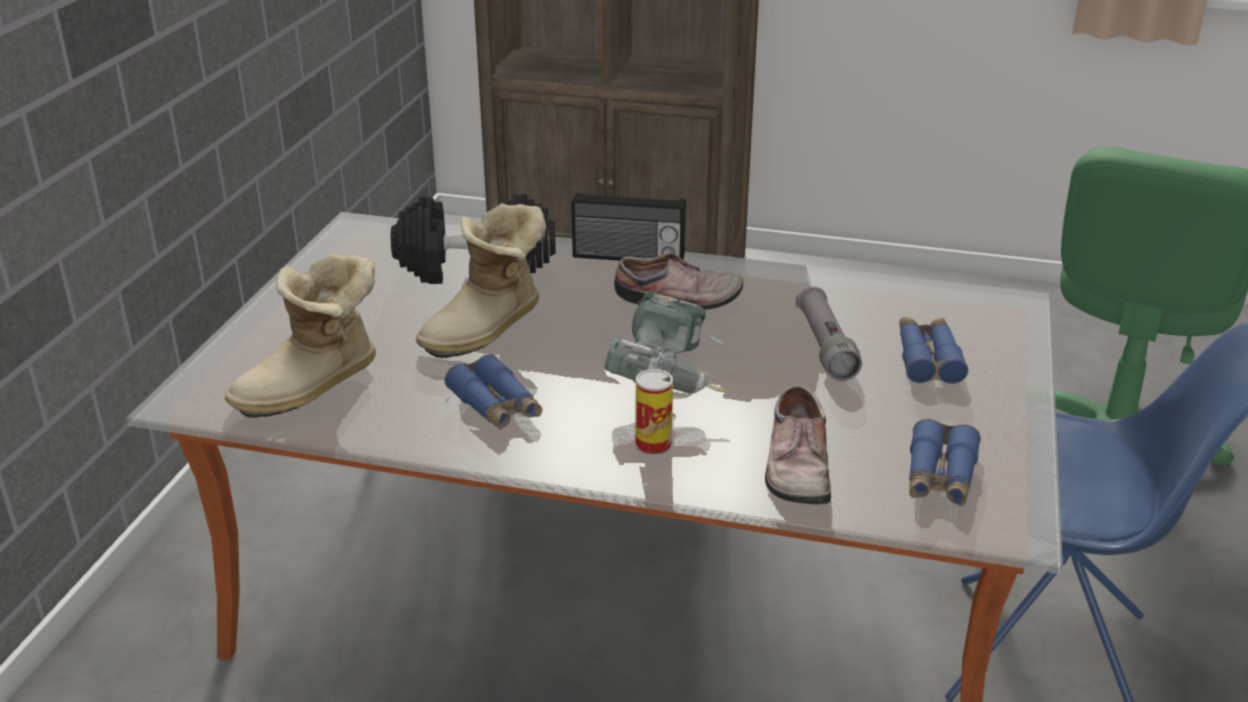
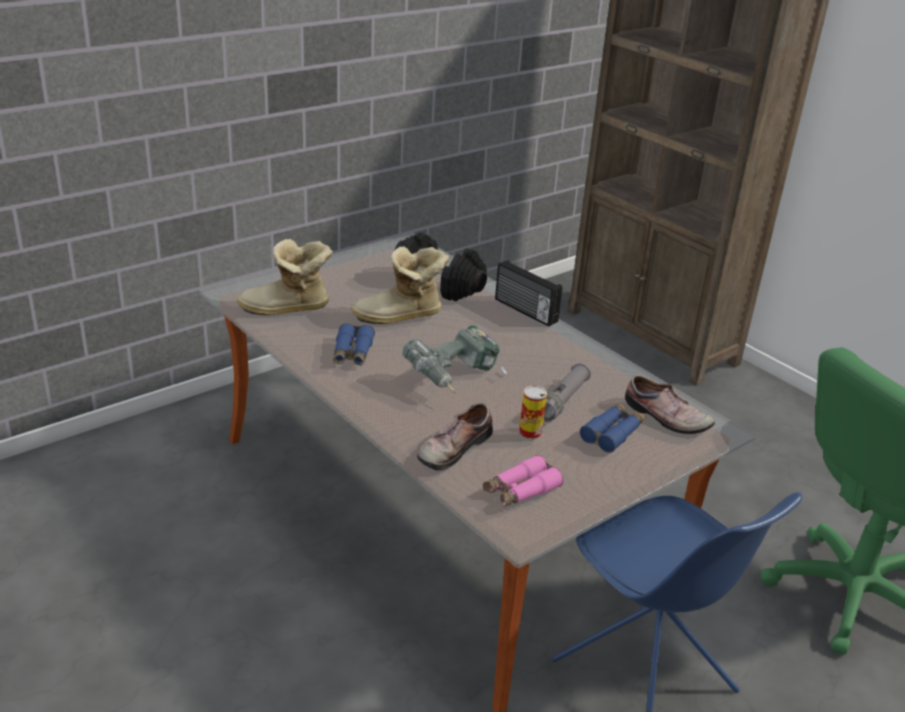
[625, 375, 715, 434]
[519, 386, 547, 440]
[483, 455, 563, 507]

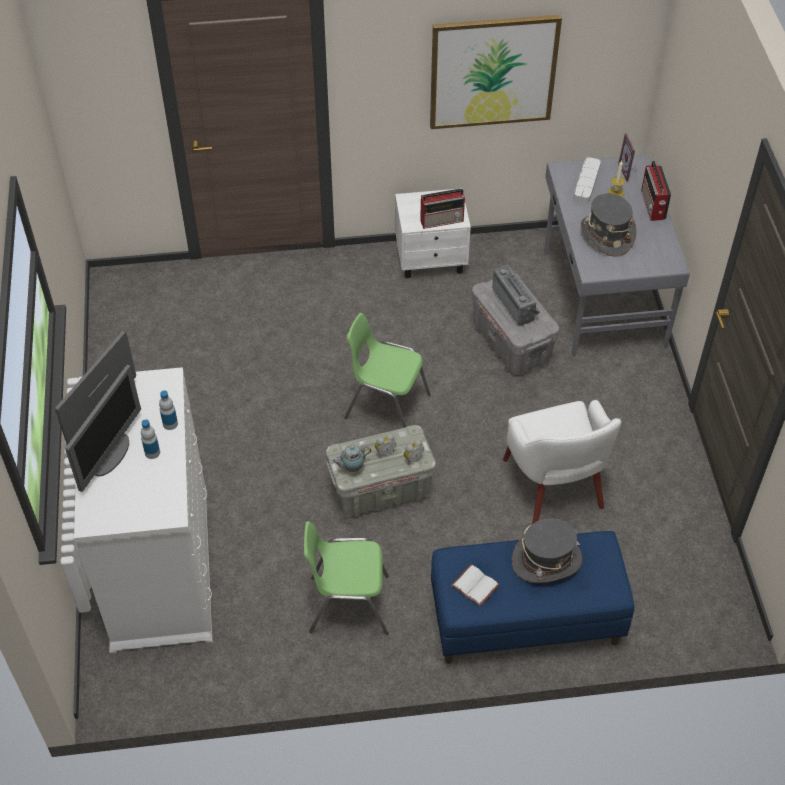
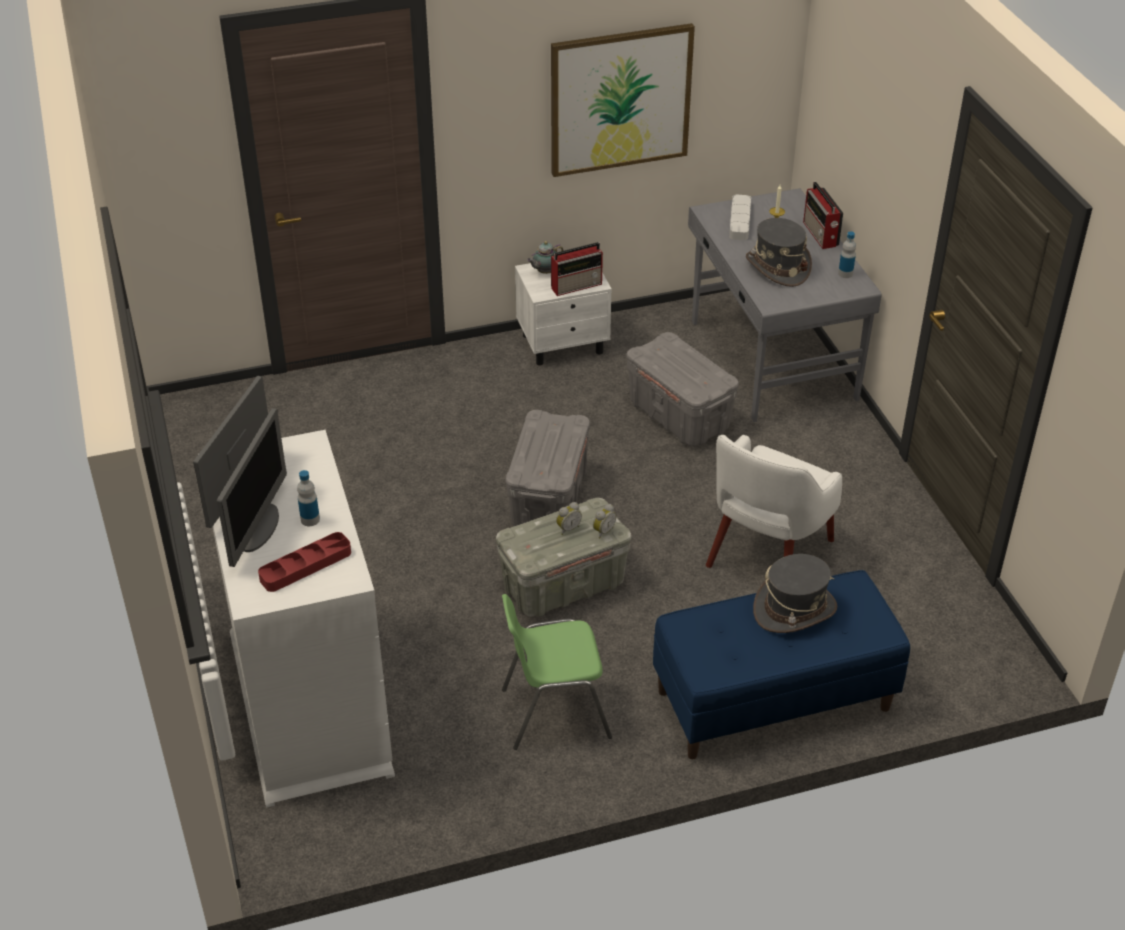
[618, 133, 636, 181] (first image)
[492, 265, 540, 326] (first image)
[505, 410, 590, 526]
[838, 231, 856, 278]
[706, 435, 842, 568]
[527, 241, 563, 274]
[451, 565, 500, 606] (first image)
[258, 532, 351, 592]

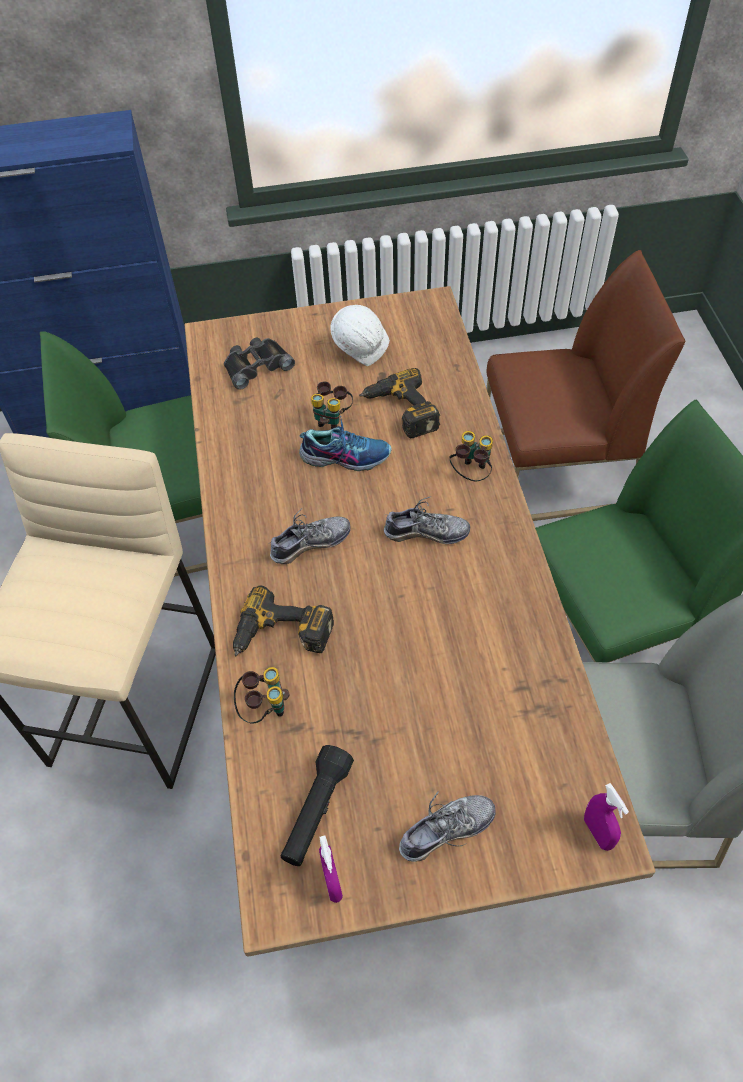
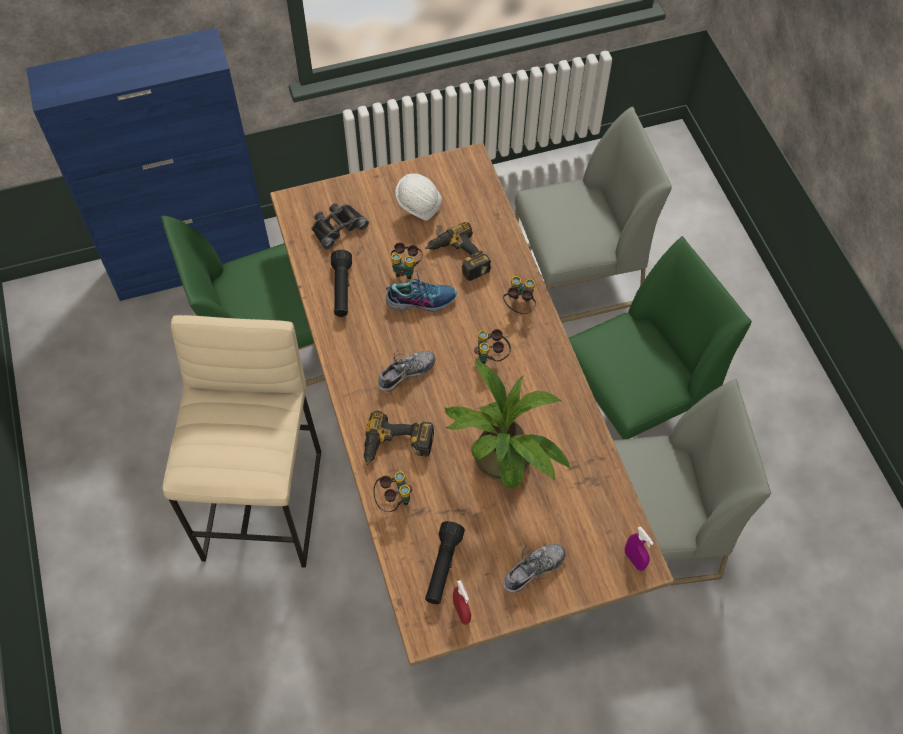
[515, 107, 672, 323]
[474, 329, 511, 364]
[453, 580, 471, 625]
[331, 250, 352, 317]
[445, 358, 570, 489]

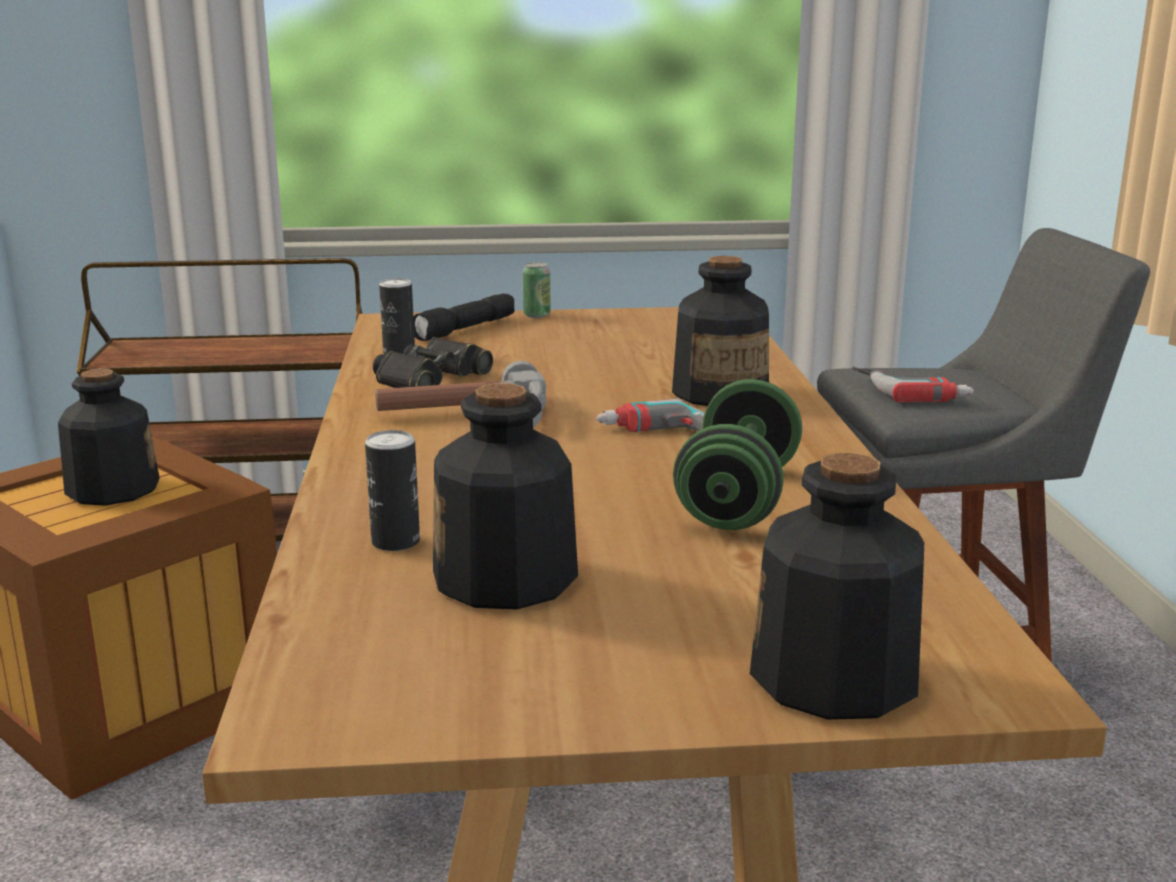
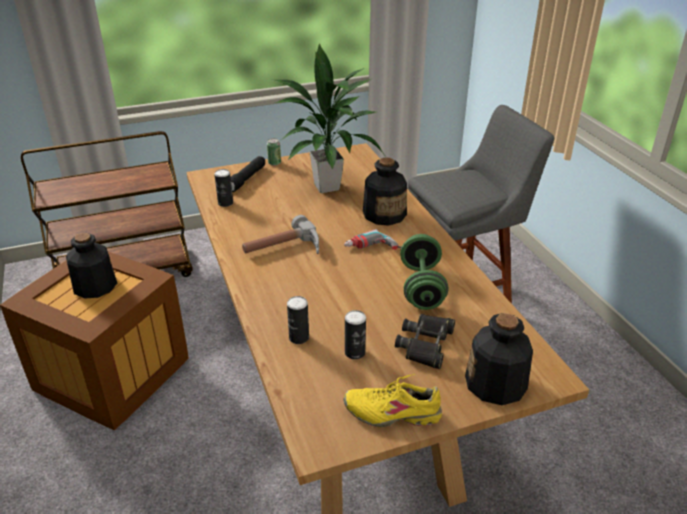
[395, 314, 455, 369]
[852, 366, 974, 403] (first image)
[345, 310, 366, 359]
[270, 43, 384, 193]
[343, 374, 442, 427]

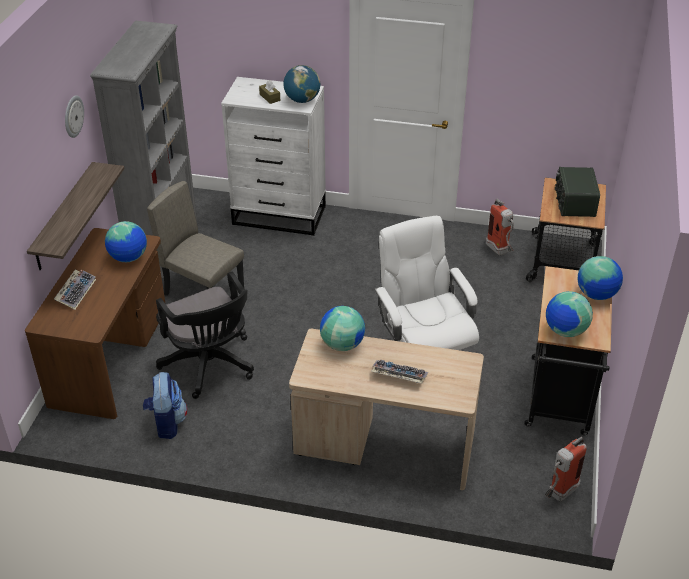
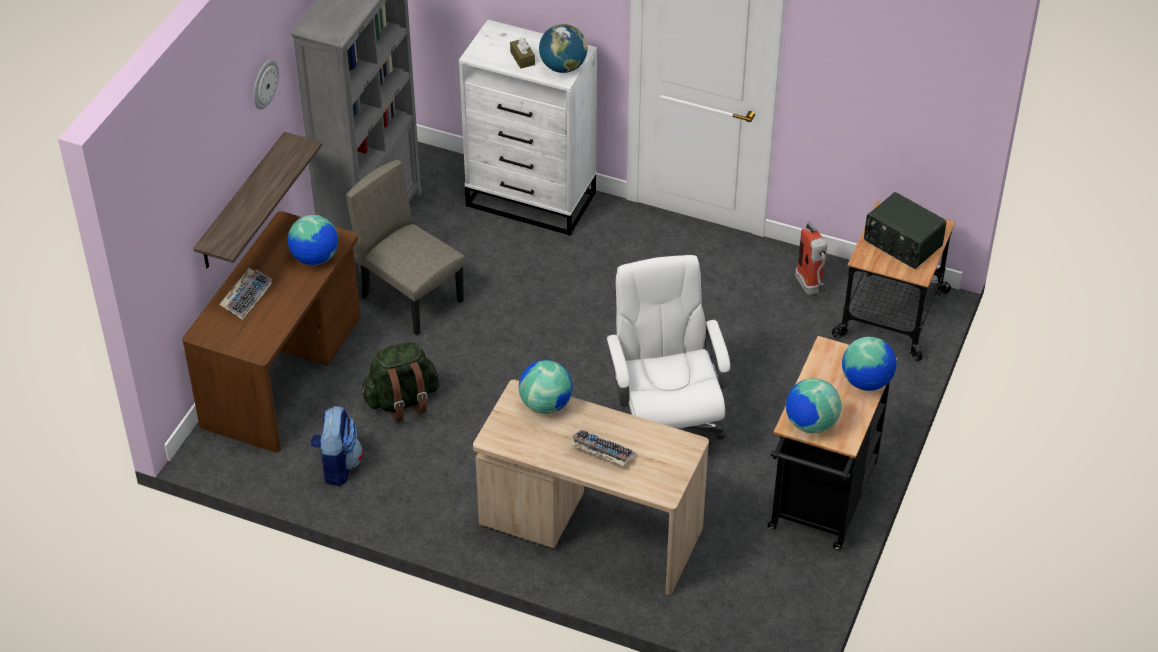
[864, 192, 946, 269]
[361, 342, 440, 422]
[545, 437, 587, 501] (first image)

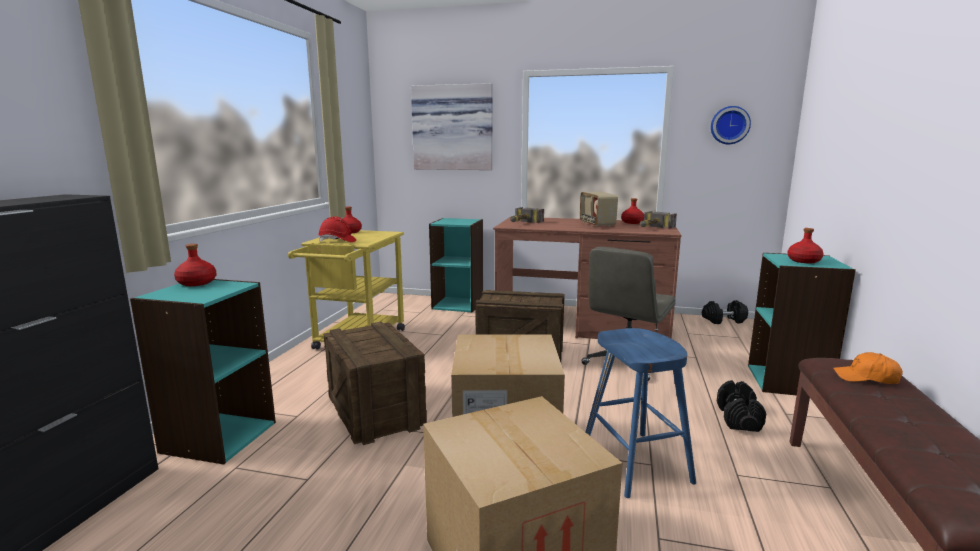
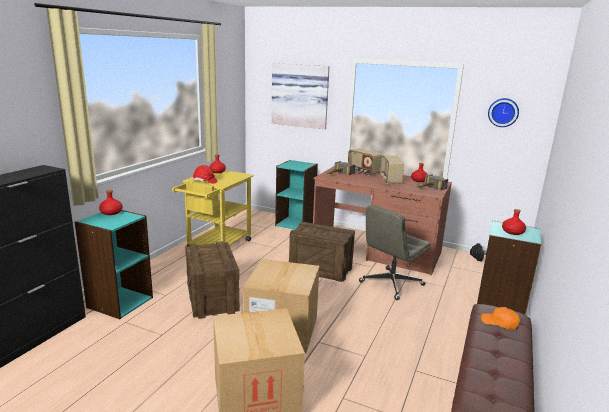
[586, 328, 696, 498] (first image)
[717, 380, 766, 432] (first image)
[348, 148, 382, 176]

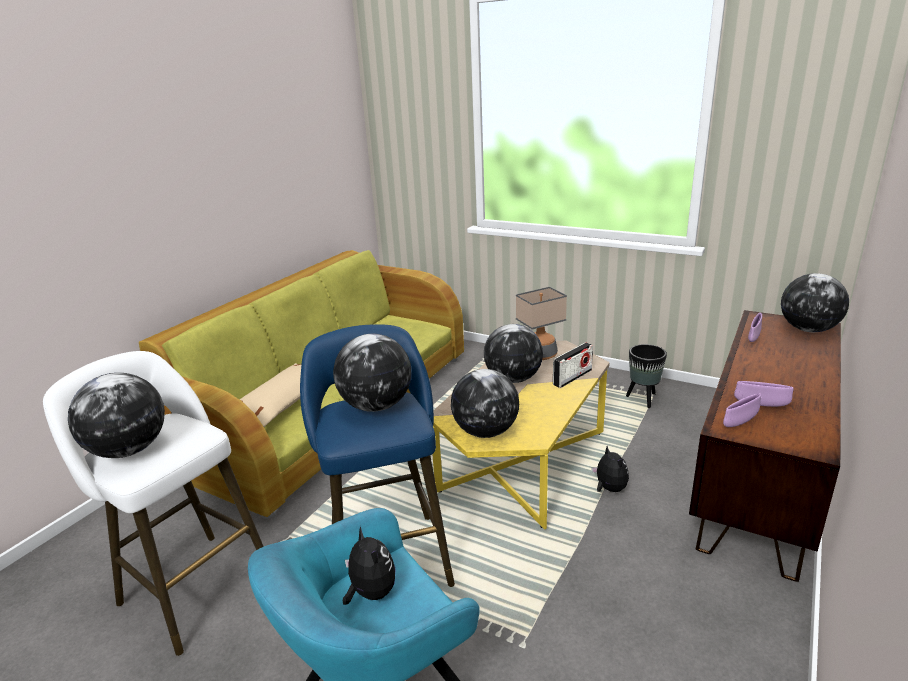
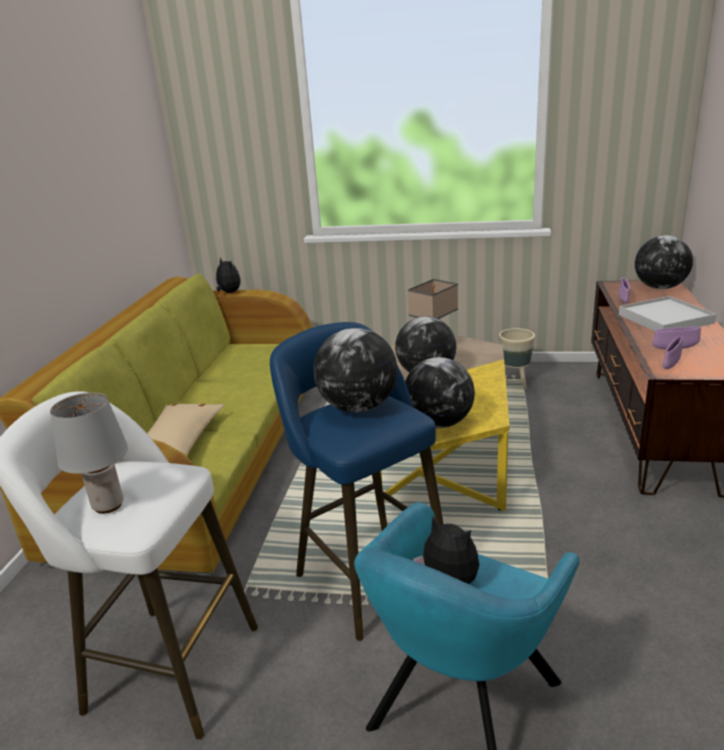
[553, 343, 593, 388] (first image)
[499, 328, 535, 389]
[50, 393, 128, 514]
[213, 258, 241, 293]
[619, 296, 717, 331]

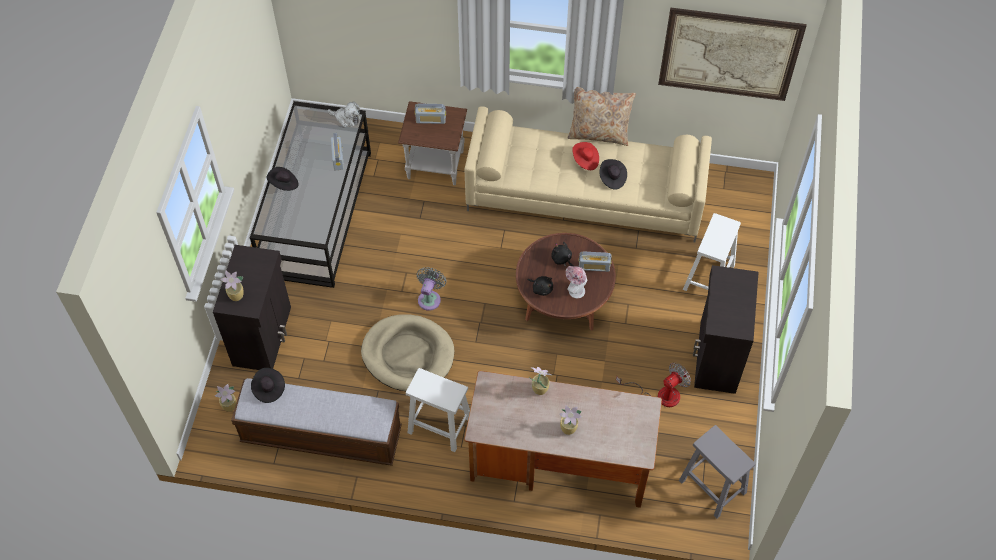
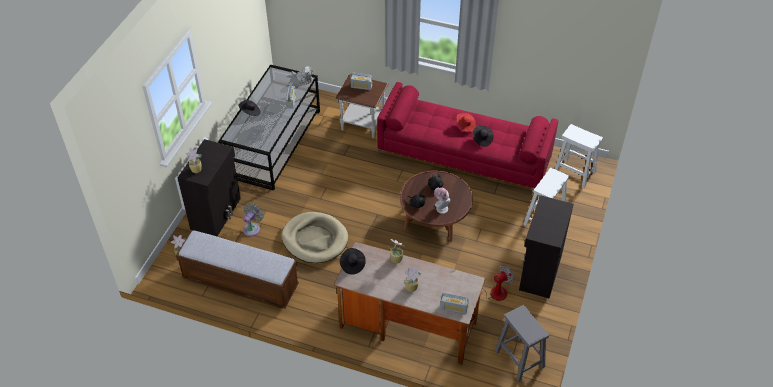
[658, 7, 807, 101] (first image)
[568, 87, 636, 146] (first image)
[377, 82, 558, 196]
[440, 293, 469, 314]
[243, 203, 264, 236]
[340, 248, 366, 275]
[555, 124, 603, 188]

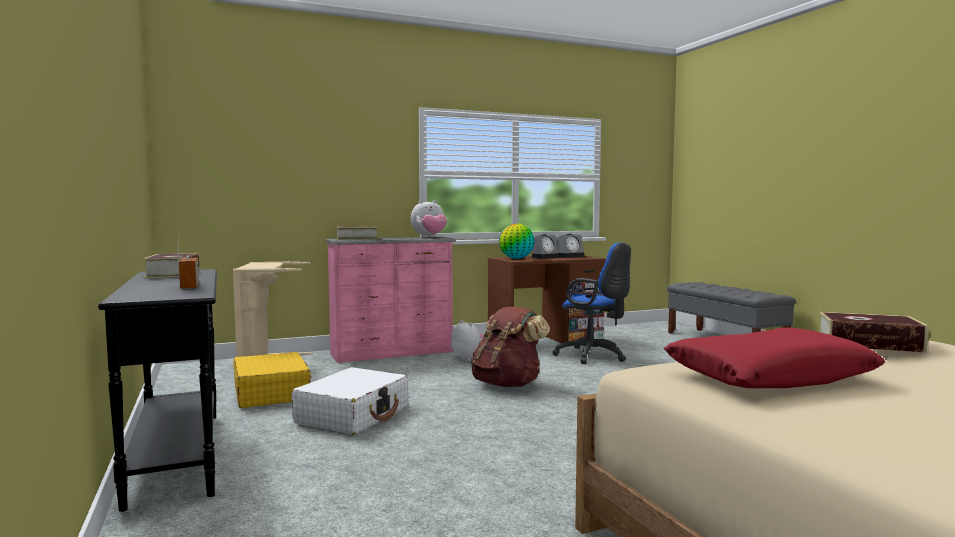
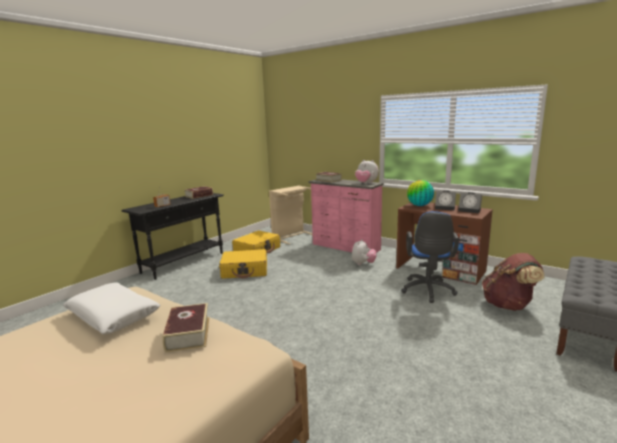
[482, 253, 544, 311]
[63, 282, 160, 335]
[219, 249, 267, 279]

